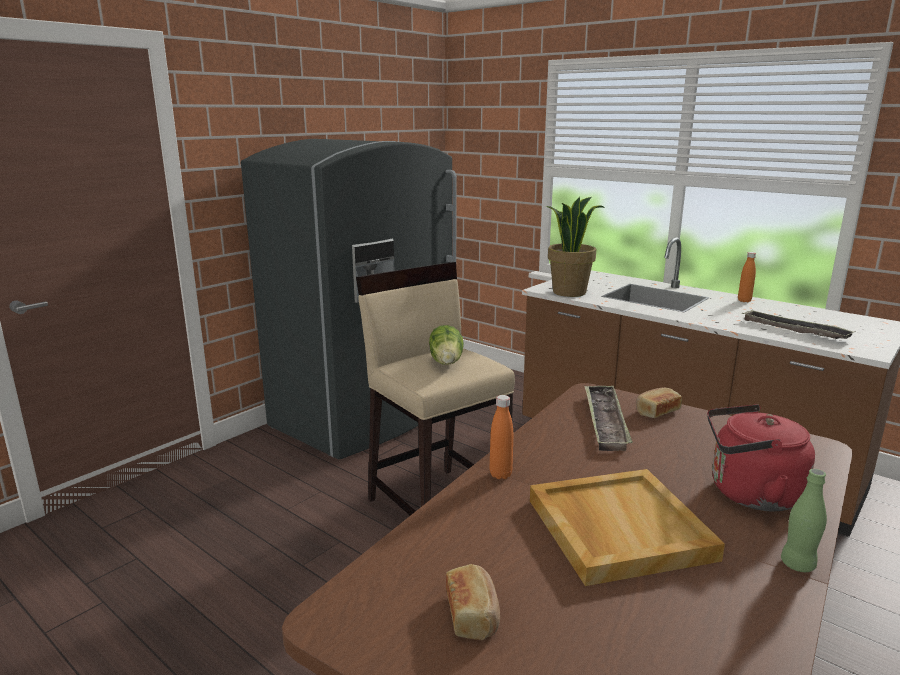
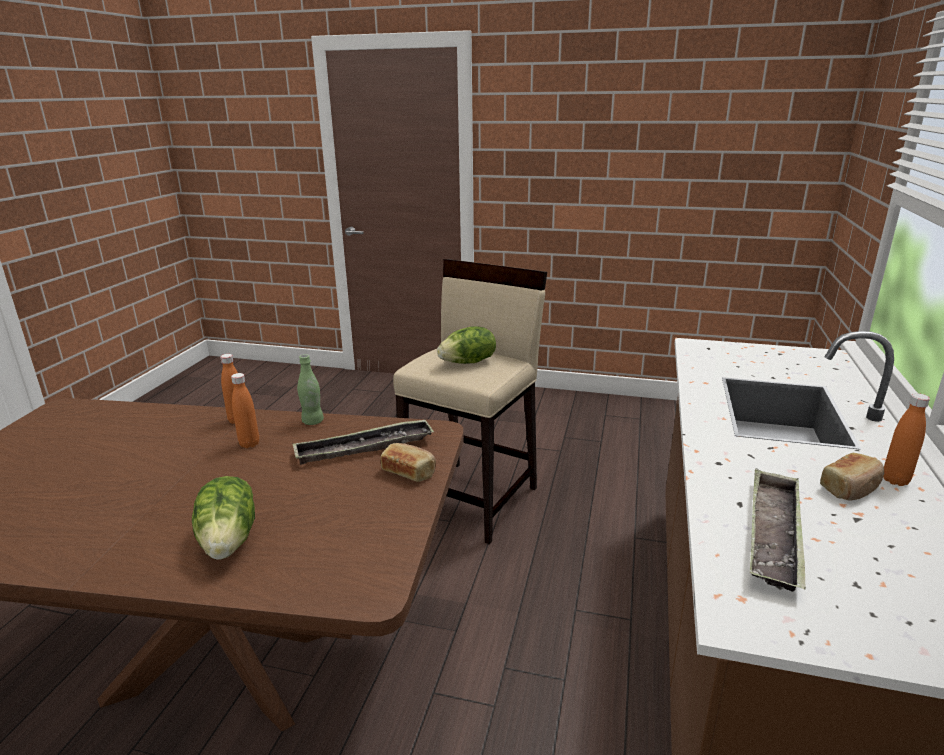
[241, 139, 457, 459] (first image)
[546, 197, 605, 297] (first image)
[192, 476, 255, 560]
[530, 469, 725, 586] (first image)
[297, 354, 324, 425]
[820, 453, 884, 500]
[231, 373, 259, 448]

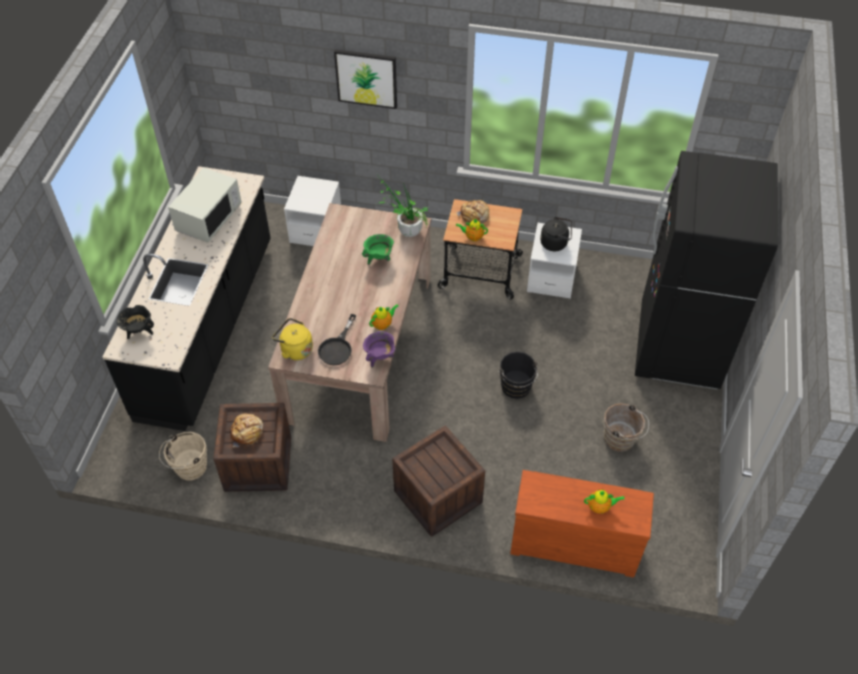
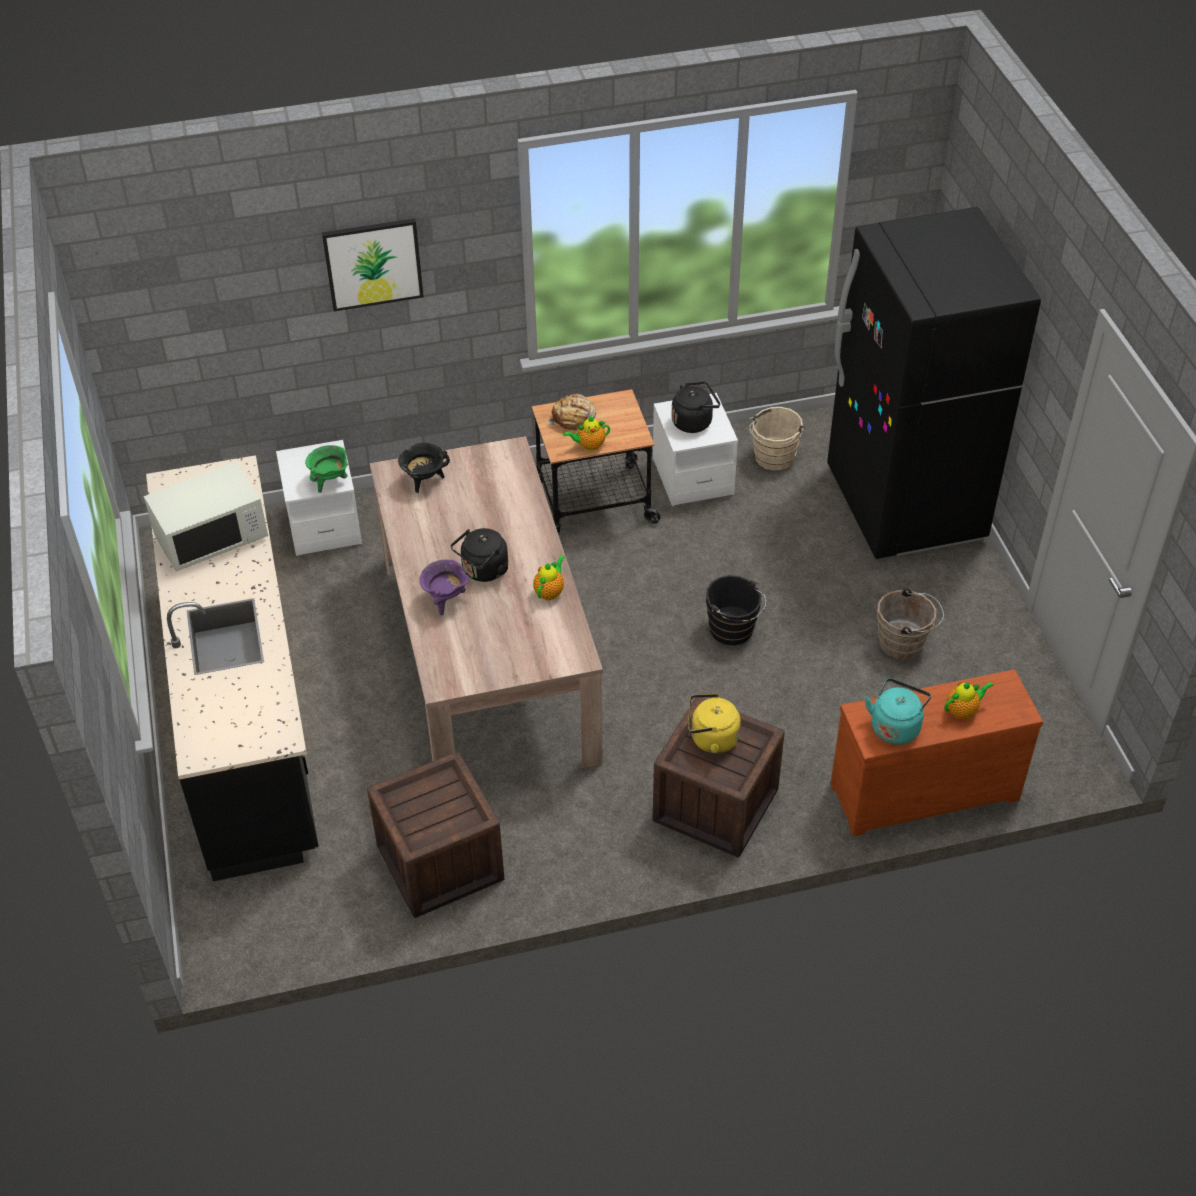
[144, 462, 268, 572]
[377, 177, 429, 237] (first image)
[305, 445, 348, 493]
[398, 443, 450, 493]
[318, 314, 356, 365] (first image)
[688, 694, 741, 754]
[420, 559, 469, 615]
[230, 414, 263, 448] (first image)
[749, 407, 803, 471]
[451, 528, 509, 582]
[865, 678, 931, 745]

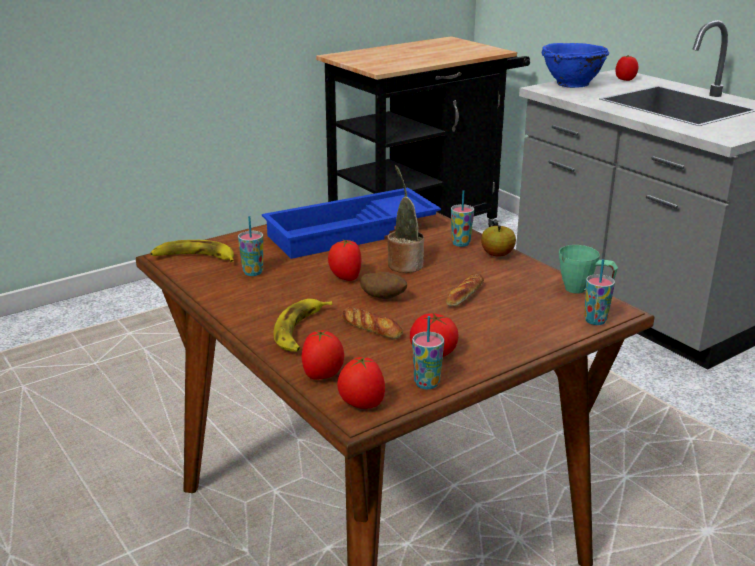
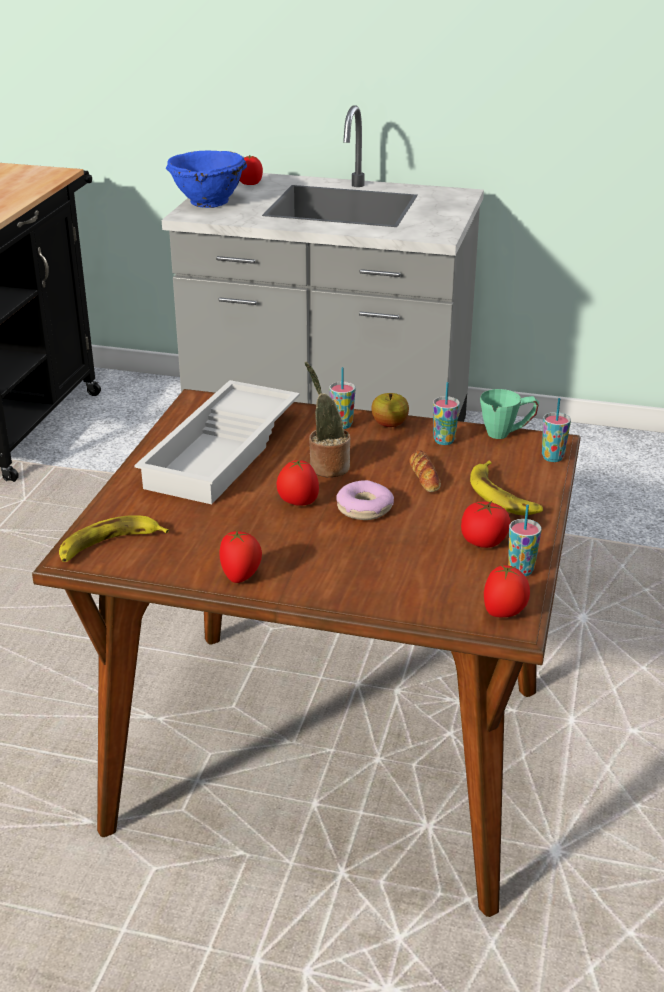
[134, 380, 300, 504]
[433, 382, 460, 445]
[336, 480, 394, 520]
[470, 461, 543, 515]
[342, 307, 403, 339] (first image)
[220, 530, 262, 583]

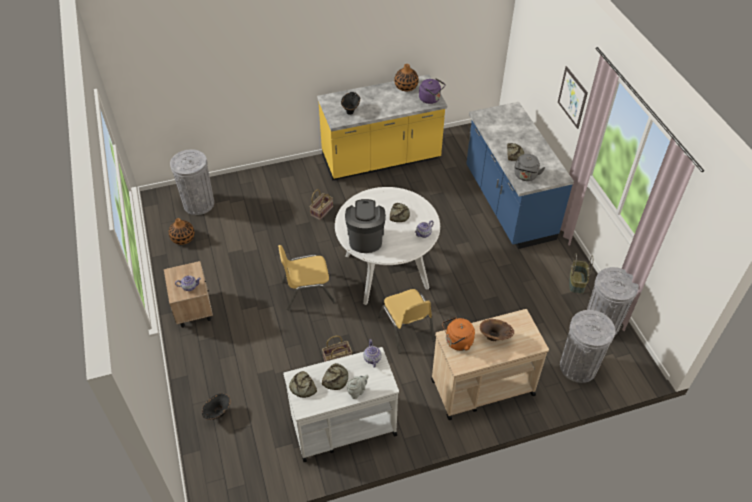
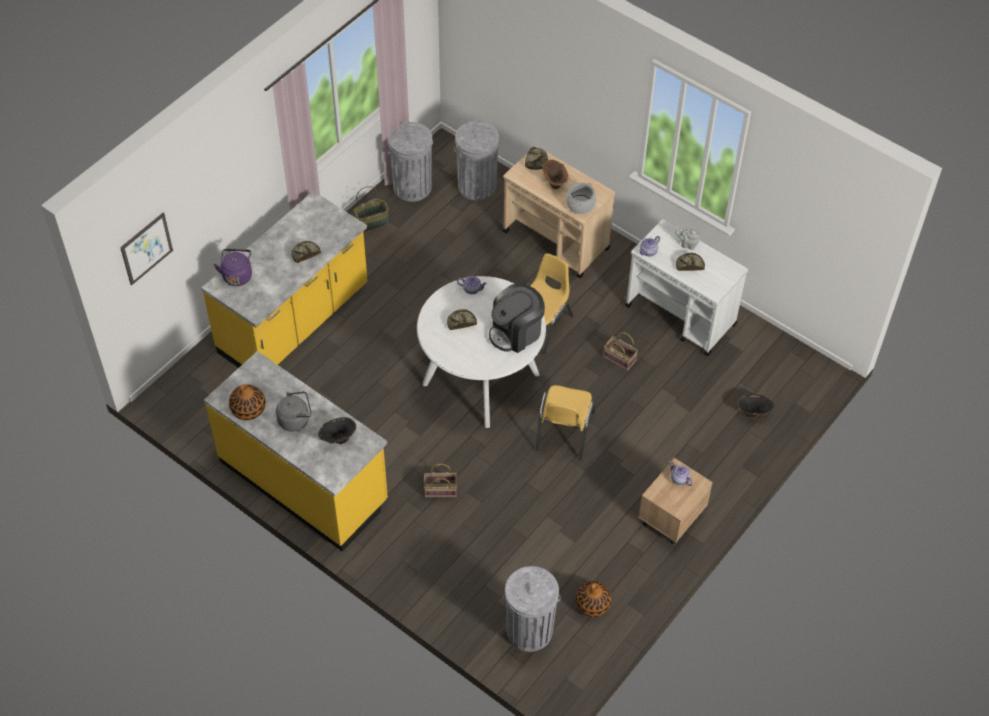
[120, 212, 173, 285]
[214, 249, 252, 286]
[201, 191, 368, 368]
[276, 391, 311, 432]
[535, 385, 595, 460]
[566, 183, 597, 214]
[525, 147, 548, 170]

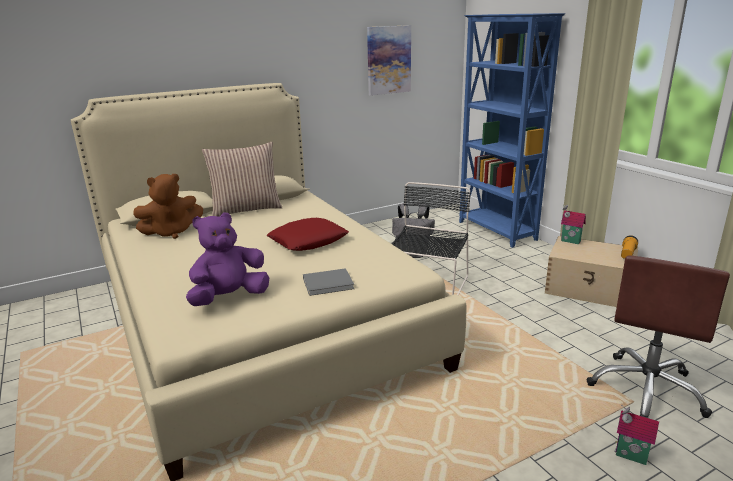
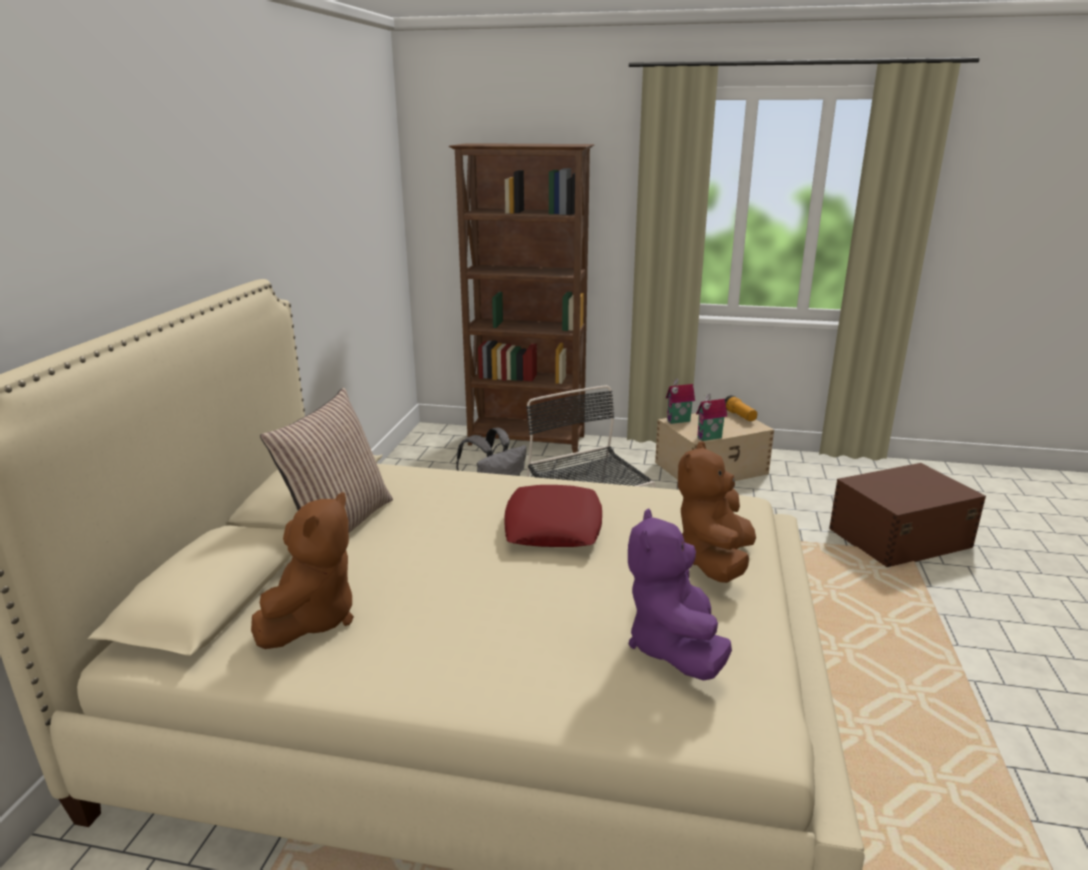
[449, 143, 594, 453]
[367, 25, 411, 96] (first image)
[829, 463, 986, 567]
[678, 441, 756, 583]
[696, 393, 727, 441]

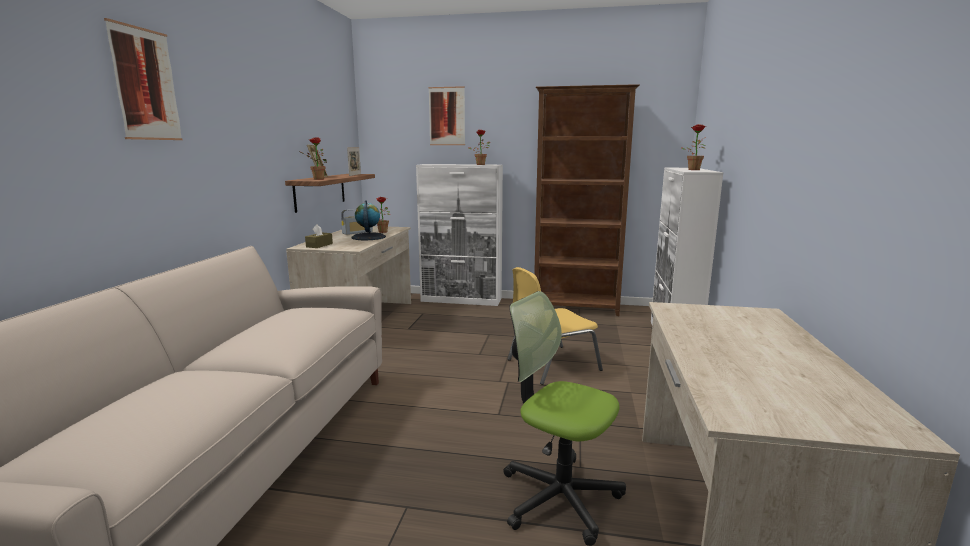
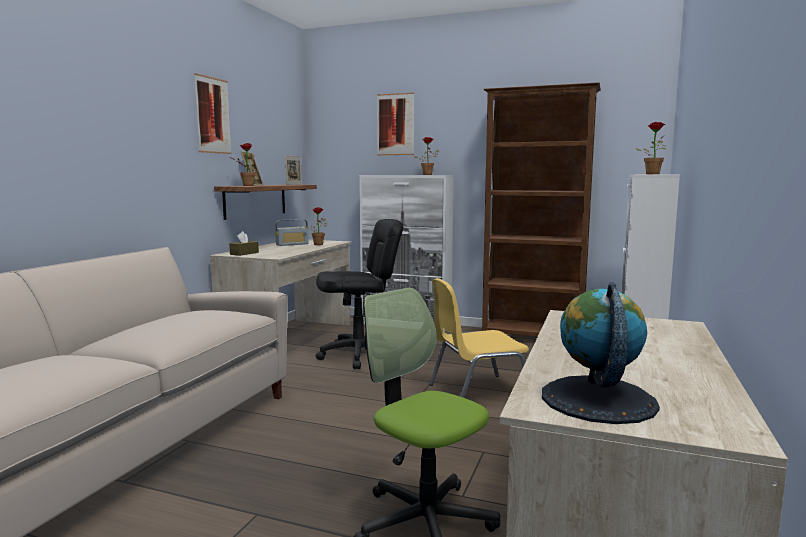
[194, 73, 231, 154]
[542, 283, 660, 424]
[316, 219, 403, 369]

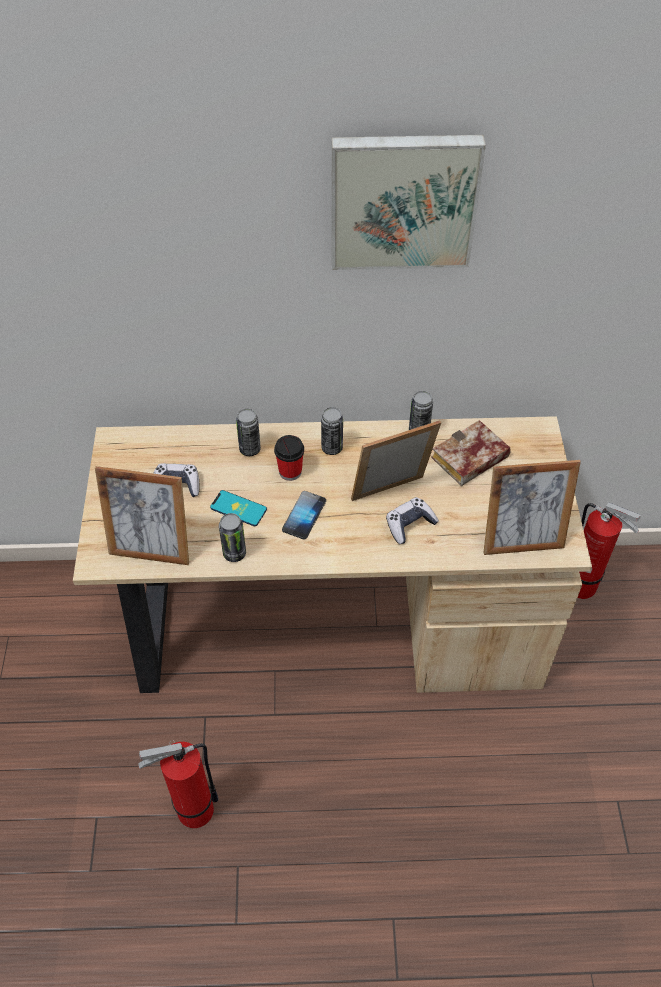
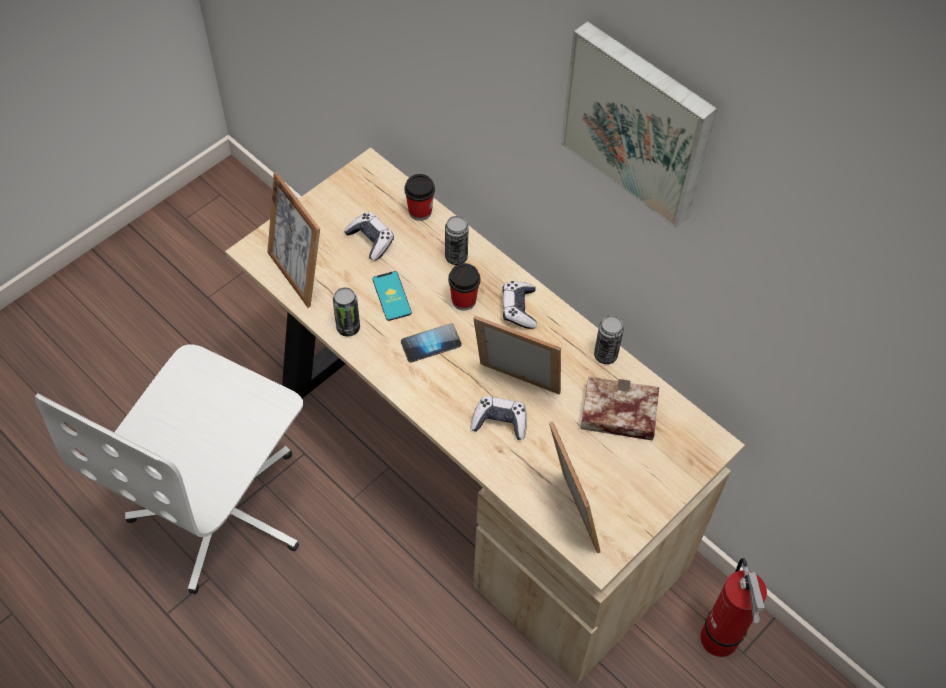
[502, 281, 537, 329]
[549, 421, 600, 553]
[35, 345, 303, 594]
[404, 174, 435, 221]

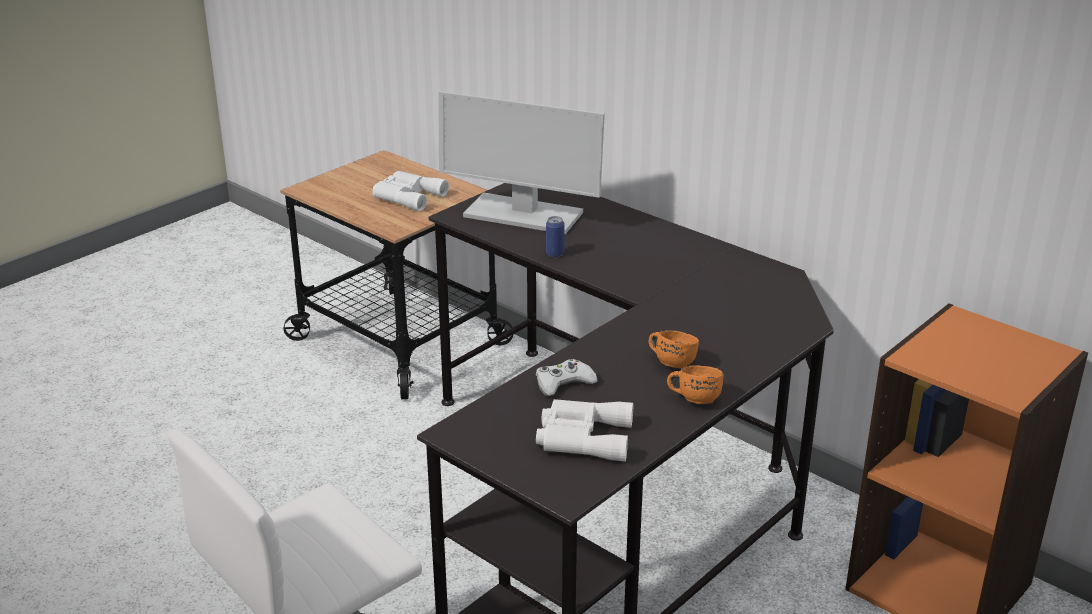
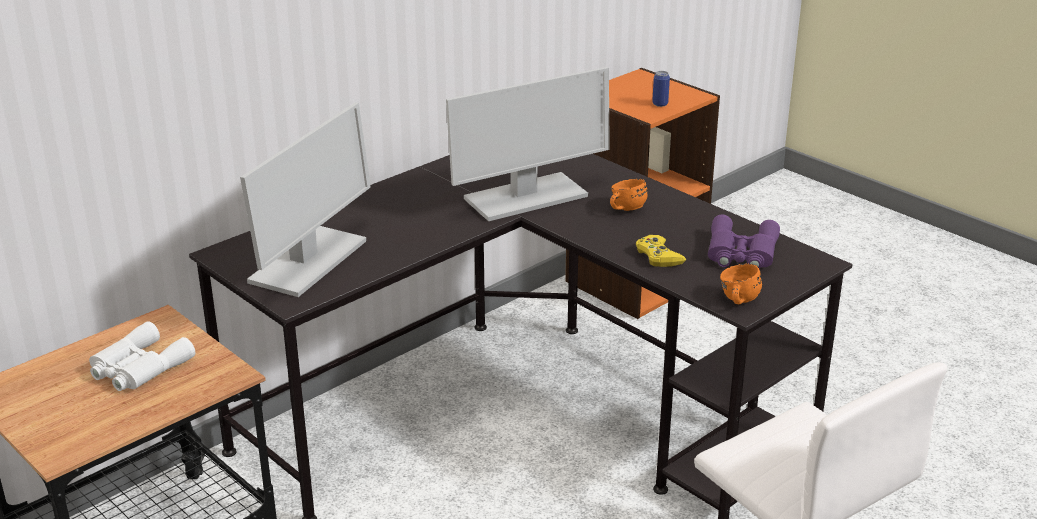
[652, 71, 670, 107]
[636, 235, 686, 267]
[720, 263, 762, 304]
[708, 215, 780, 269]
[446, 67, 610, 221]

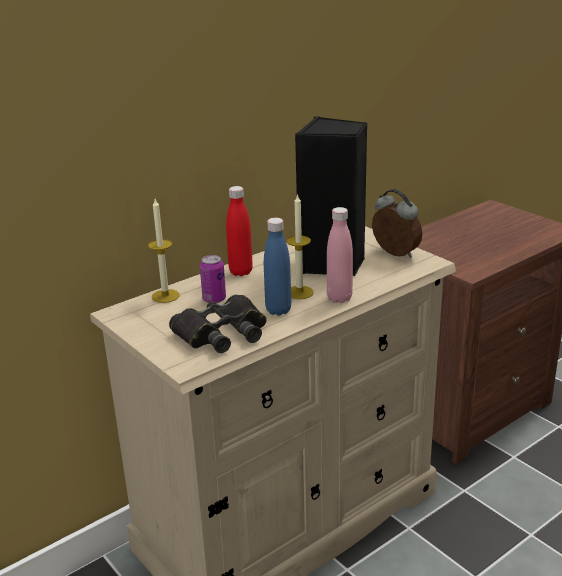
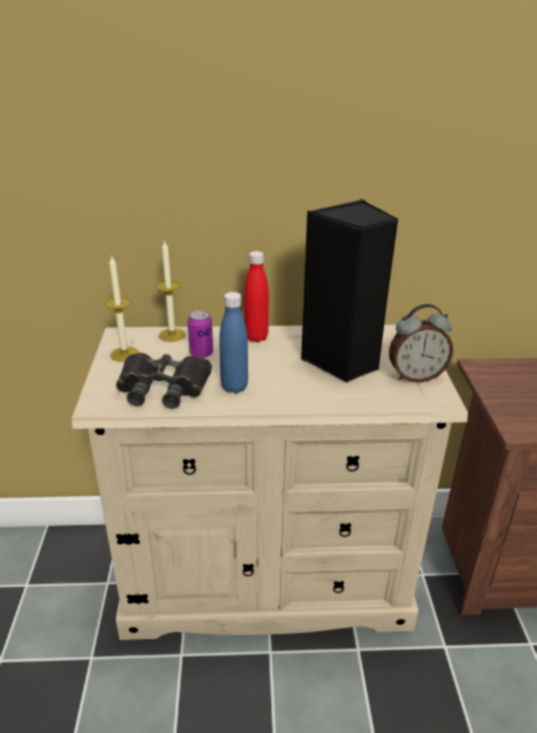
[389, 304, 453, 383]
[105, 255, 139, 362]
[327, 207, 353, 303] (first image)

